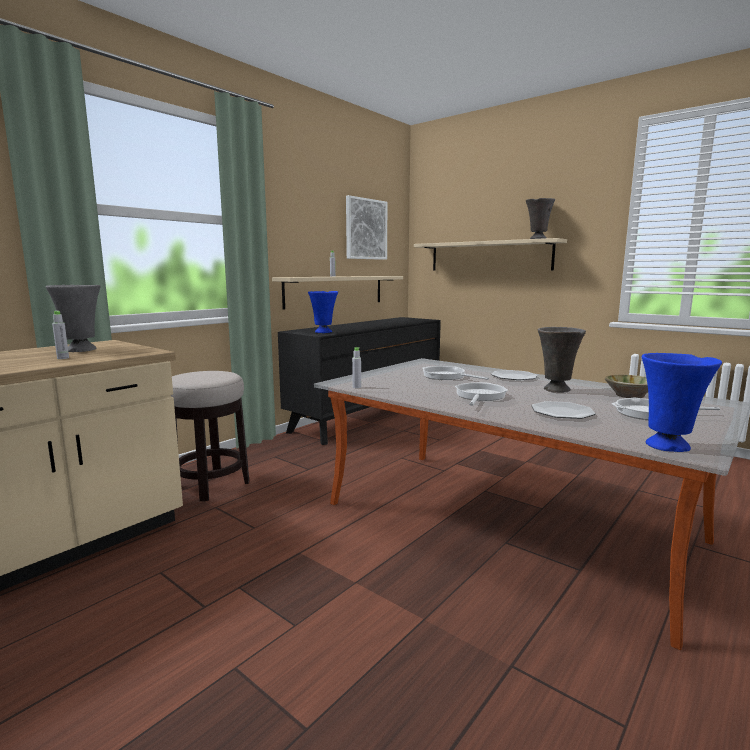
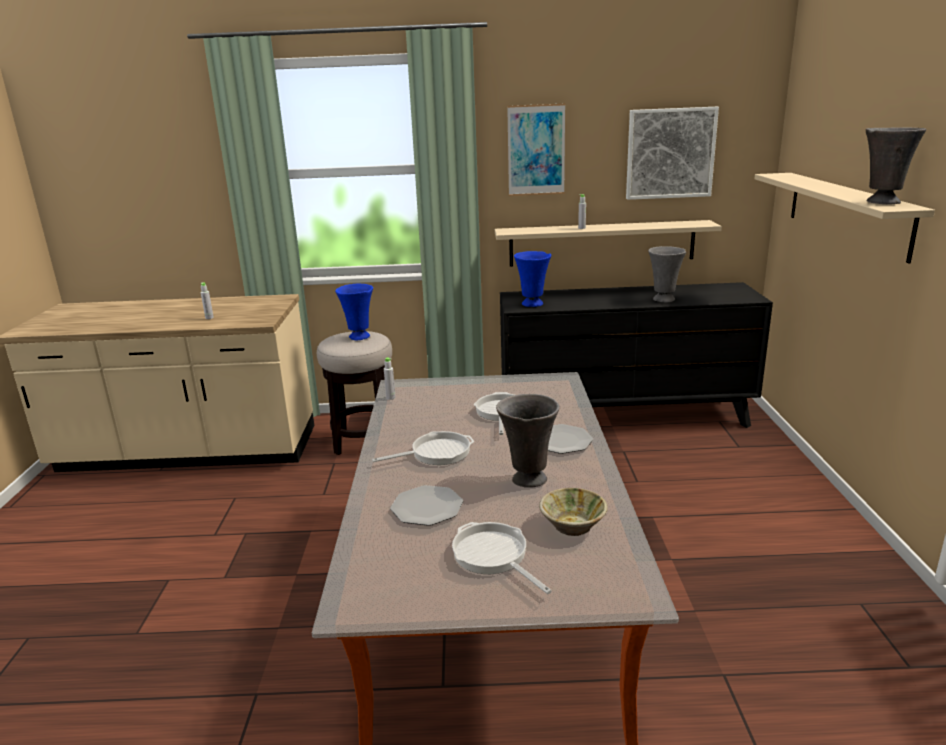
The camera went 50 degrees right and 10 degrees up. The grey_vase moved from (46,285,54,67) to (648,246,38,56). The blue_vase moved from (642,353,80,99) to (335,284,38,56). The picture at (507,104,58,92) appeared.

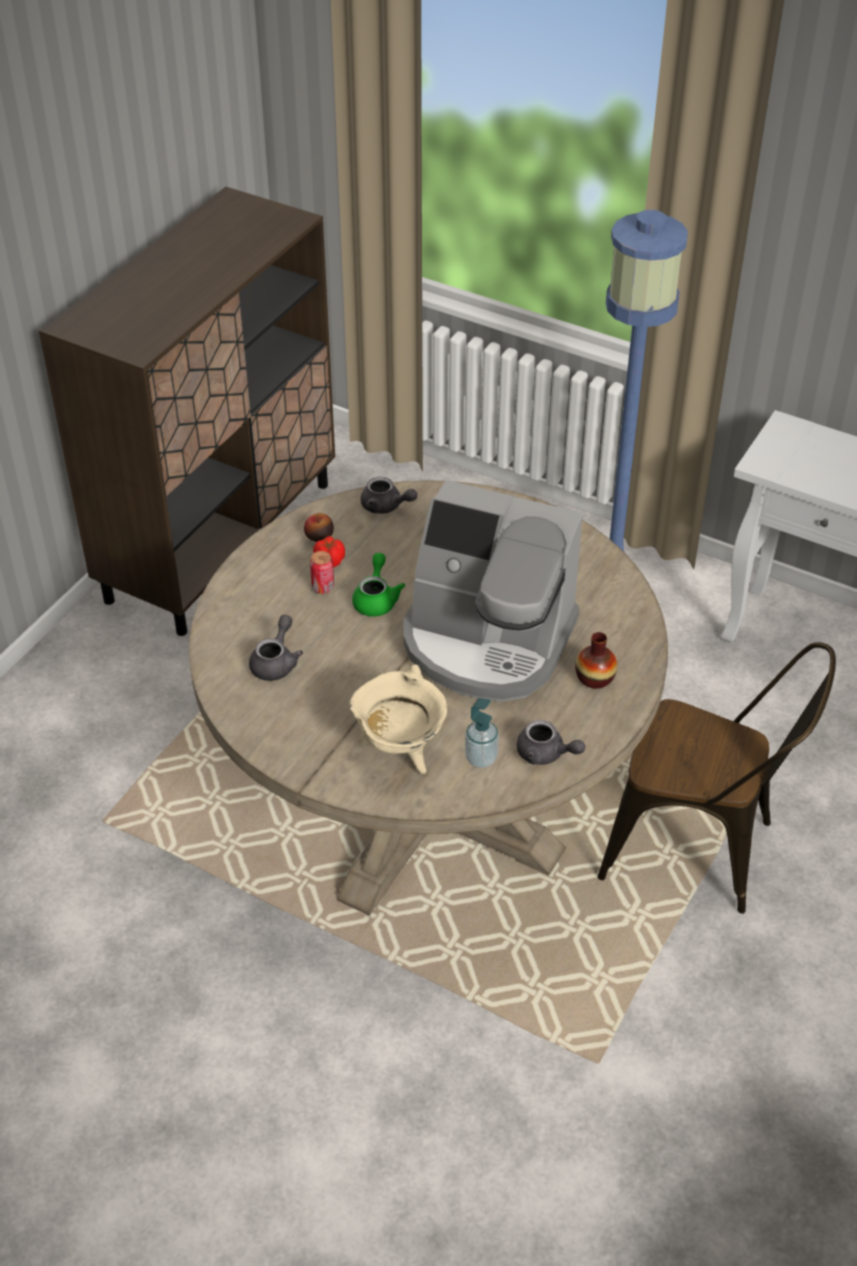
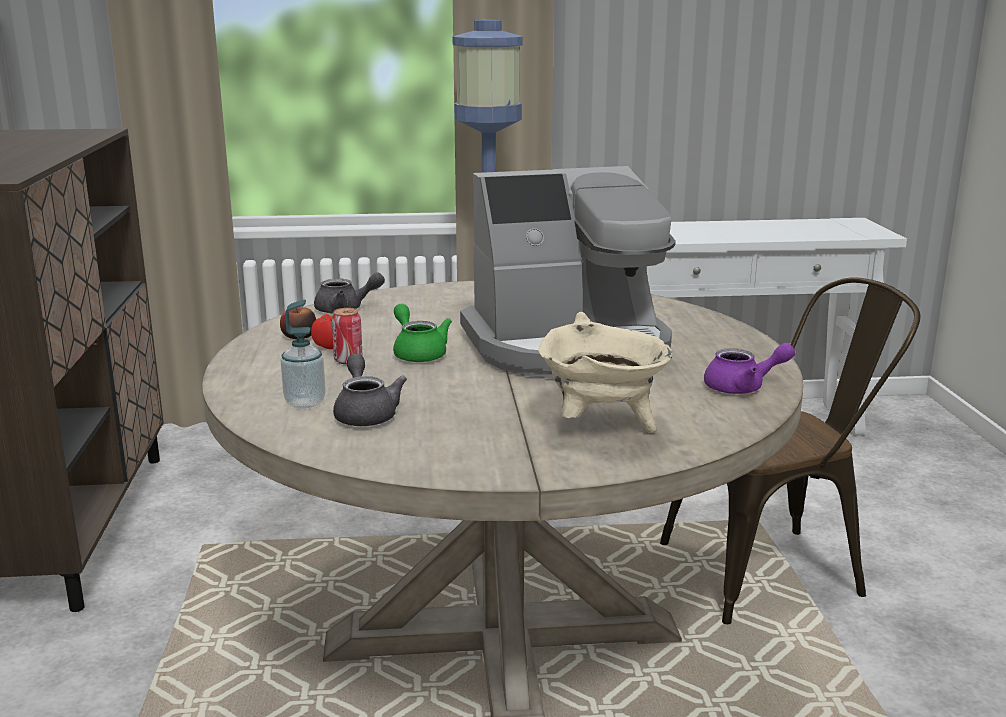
The camera went 35 degrees left and 25 degrees down. The soap_dispenser moved from (465,698,34,70) to (280,299,46,109). The grey_teapot at (517,720,68,45) became the purple_teapot at (704,343,91,51). The vase at (575,632,42,57) disappeared.

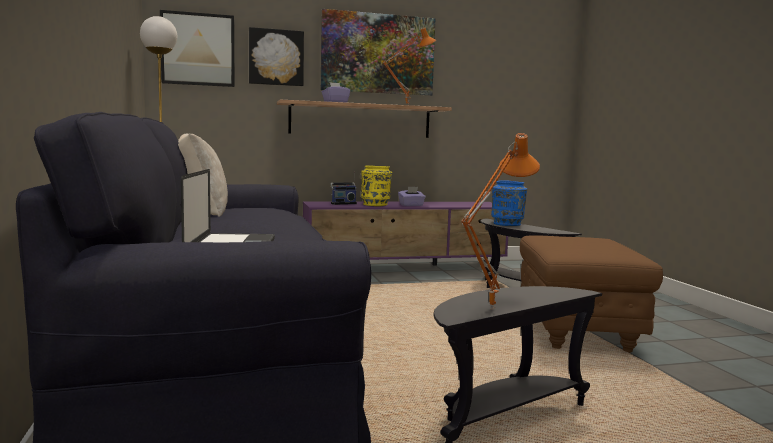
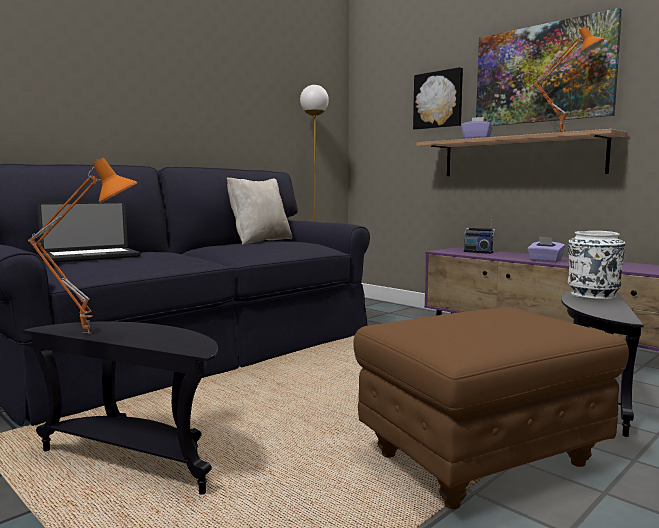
The camera went 60 degrees right and 0 degrees up. The picture at (160,10,75,77) disappeared. The yellow_vase at (361,165,31,41) disappeared. The blue_vase at (491,180,36,46) became the white_vase at (568,231,57,69).

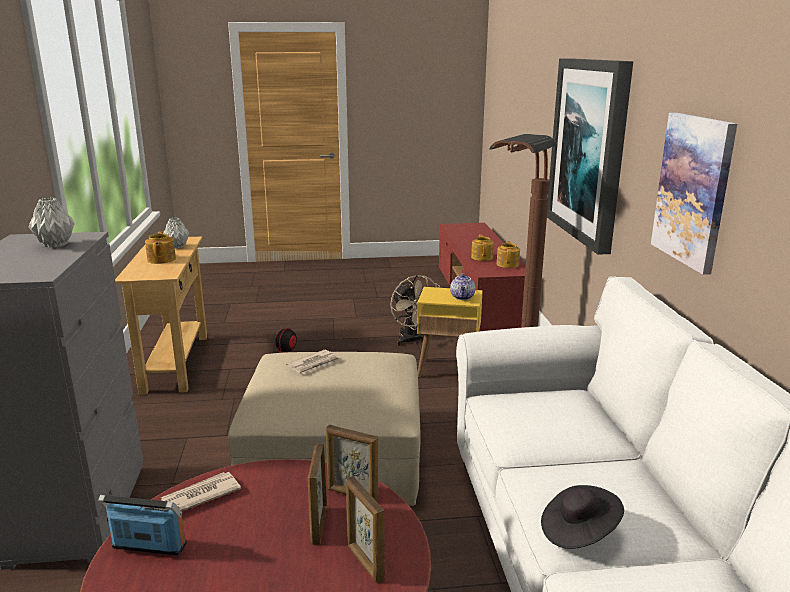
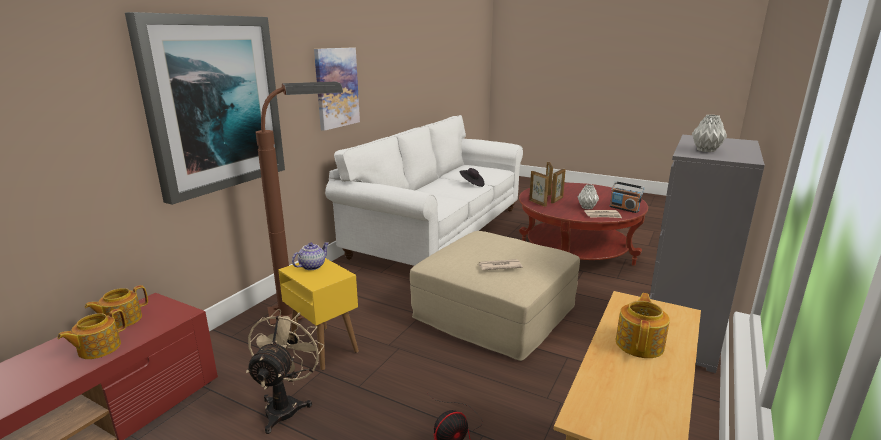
The camera went 145 degrees left and 0 degrees up. The grey_vase moved from (163,218,26,30) to (578,184,21,26).

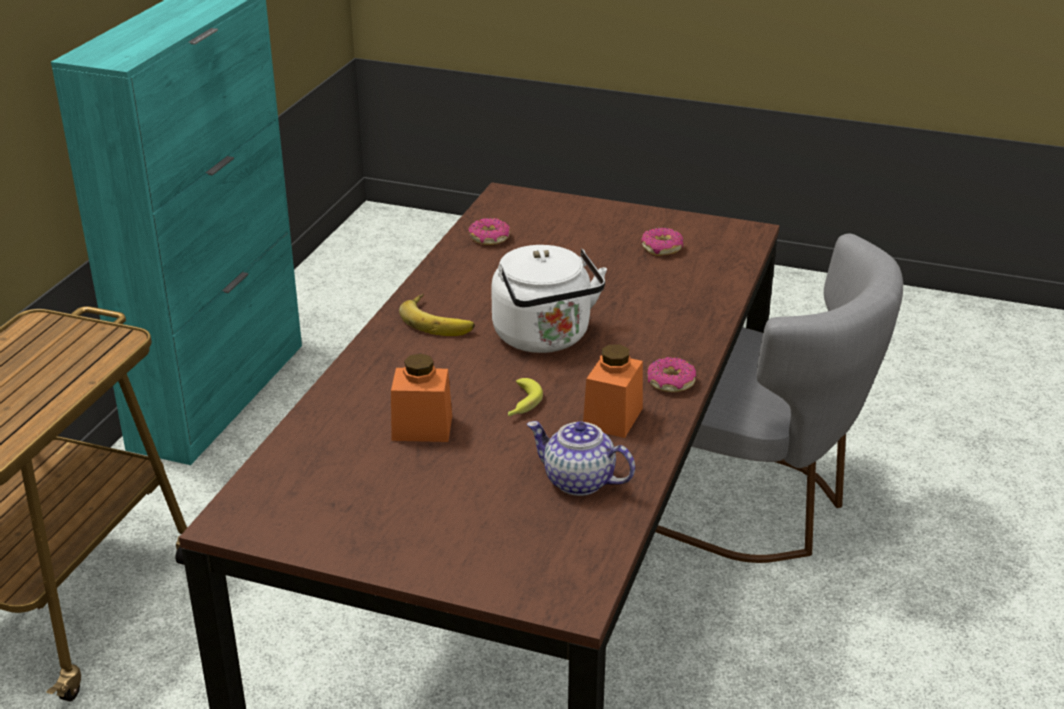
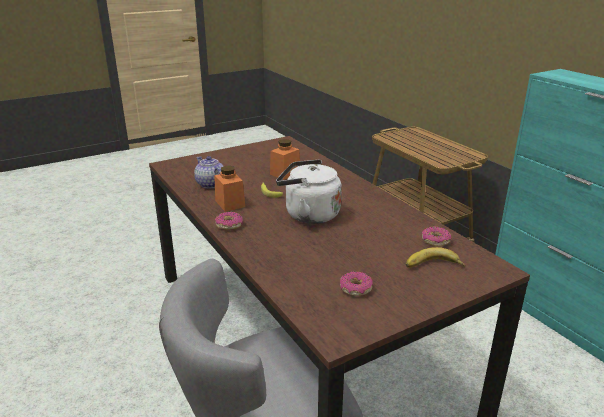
The camera went 130 degrees right and 5 degrees down. The banana moved from (399,294,76,42) to (406,247,59,21). The teapot at (527,421,108,75) turned 105 degrees counterclockwise.

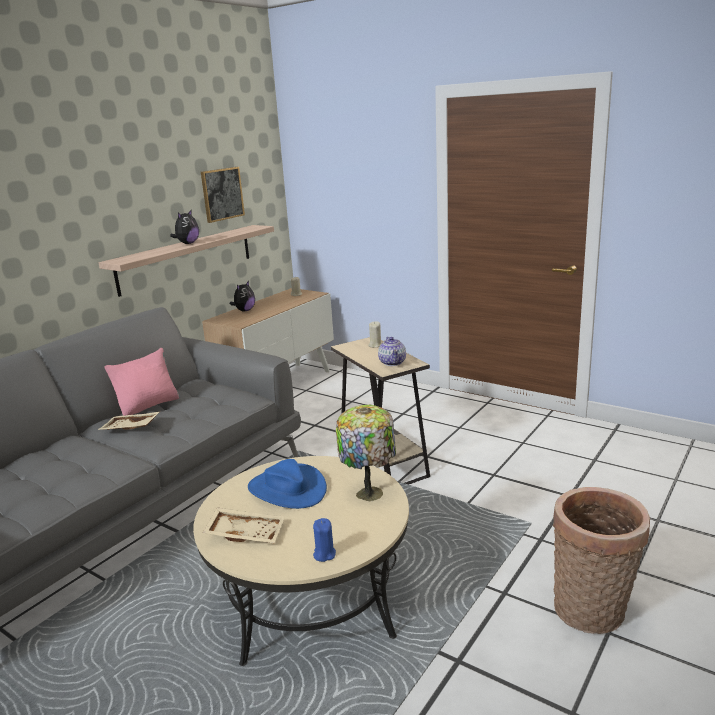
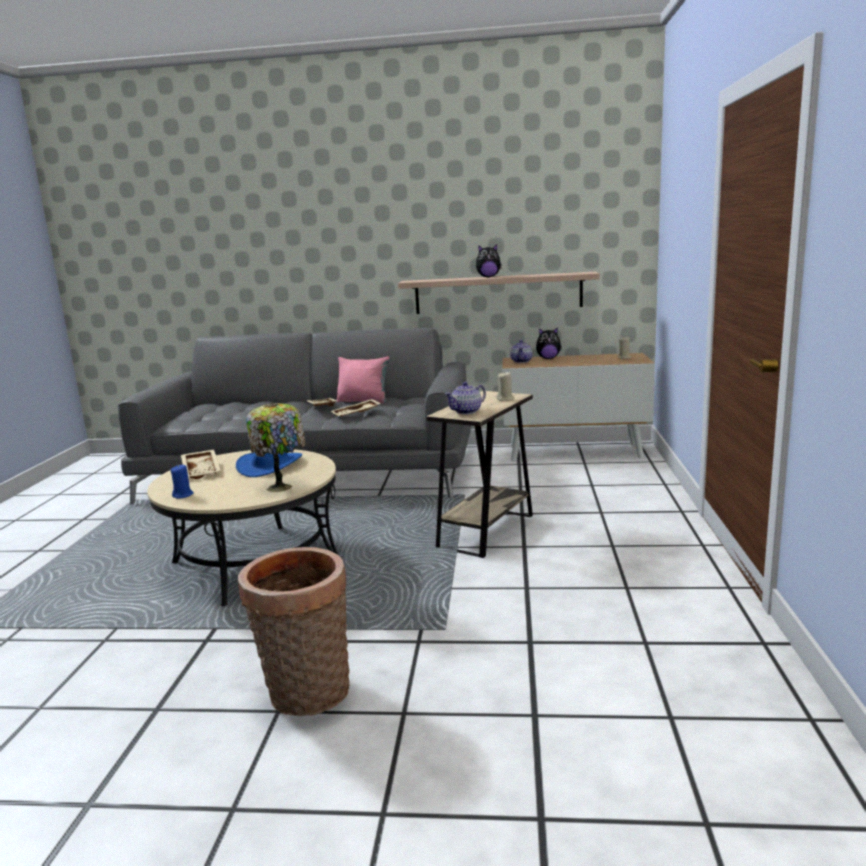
The camera went 60 degrees right and 5 degrees down. The picture at (201,167,44,56) disappeared. The beige_tray at (331,399,50,18) appeared. The teapot at (510,340,22,23) appeared.

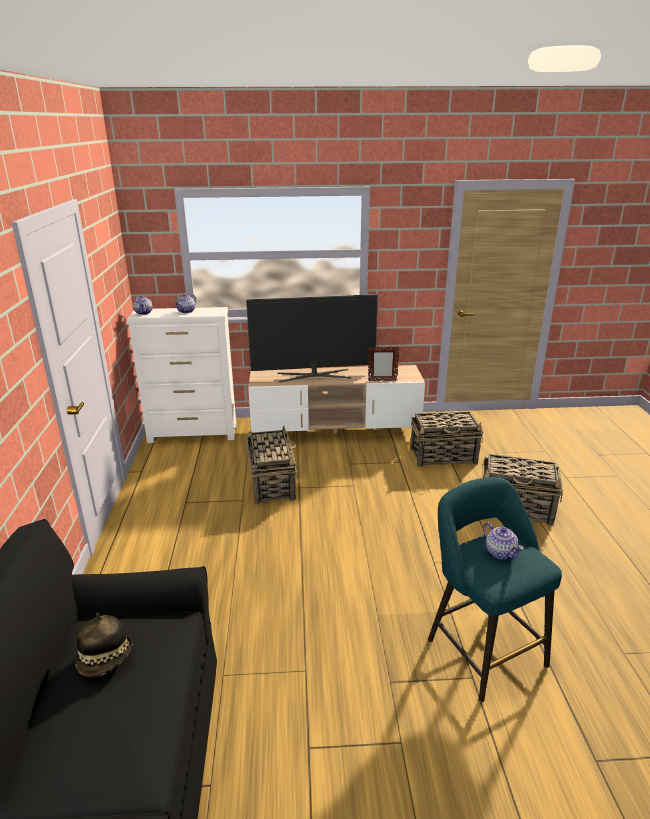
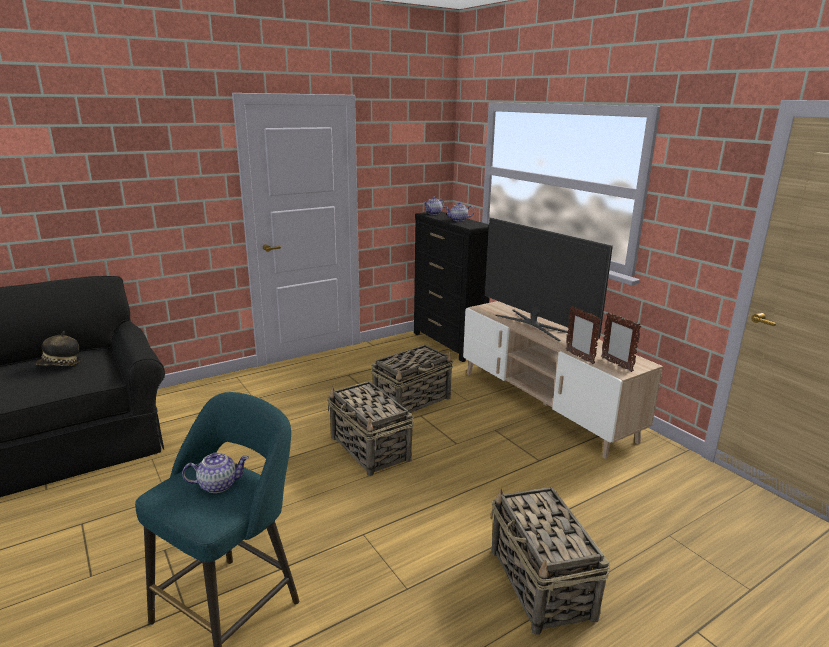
The camera went 60 degrees right and 5 degrees down. The white_dresser at (127,307,110,136) became the black_dresser at (414,211,75,151). The basket moved from (410,412,73,55) to (327,381,87,95). The teapot at (483,522,41,37) turned 135 degrees counterclockwise. The picture_frame at (601,312,40,60) appeared.

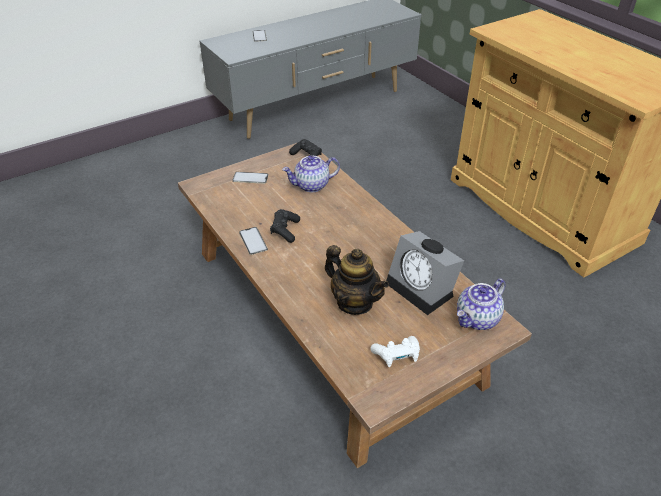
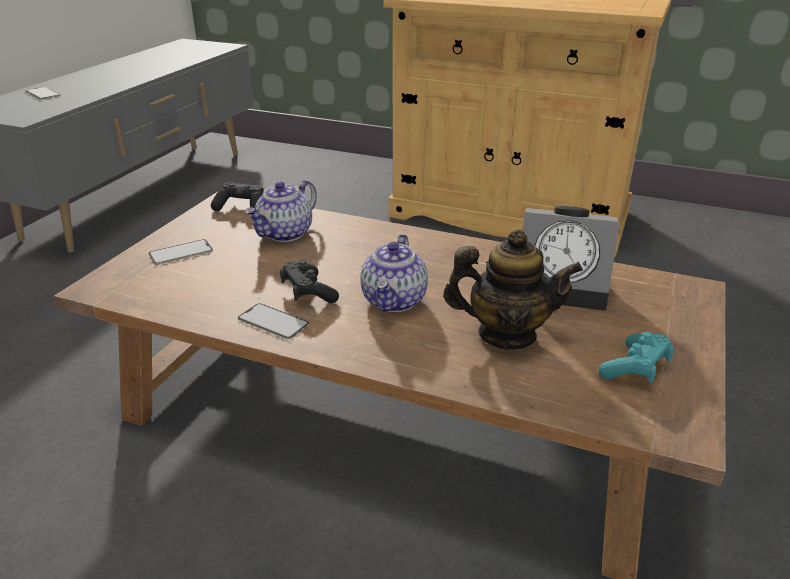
The camera went 35 degrees left and 10 degrees down. The white_game_controller at (371,336,49,31) became the turquoise_game_controller at (598,332,76,51). The teapot moved from (457,279,48,51) to (360,234,68,78).

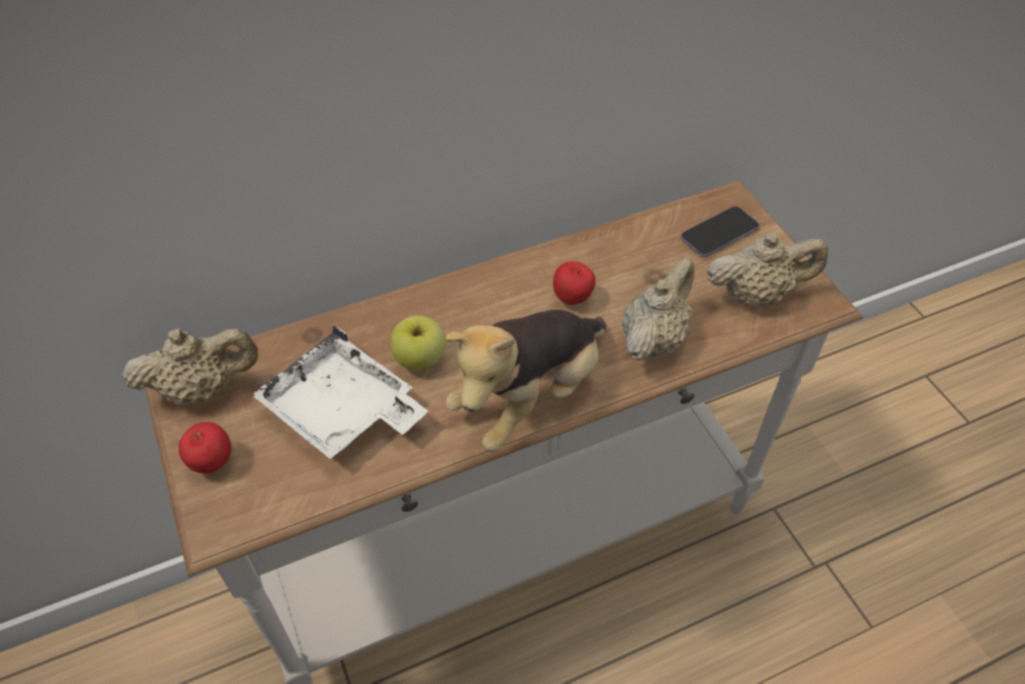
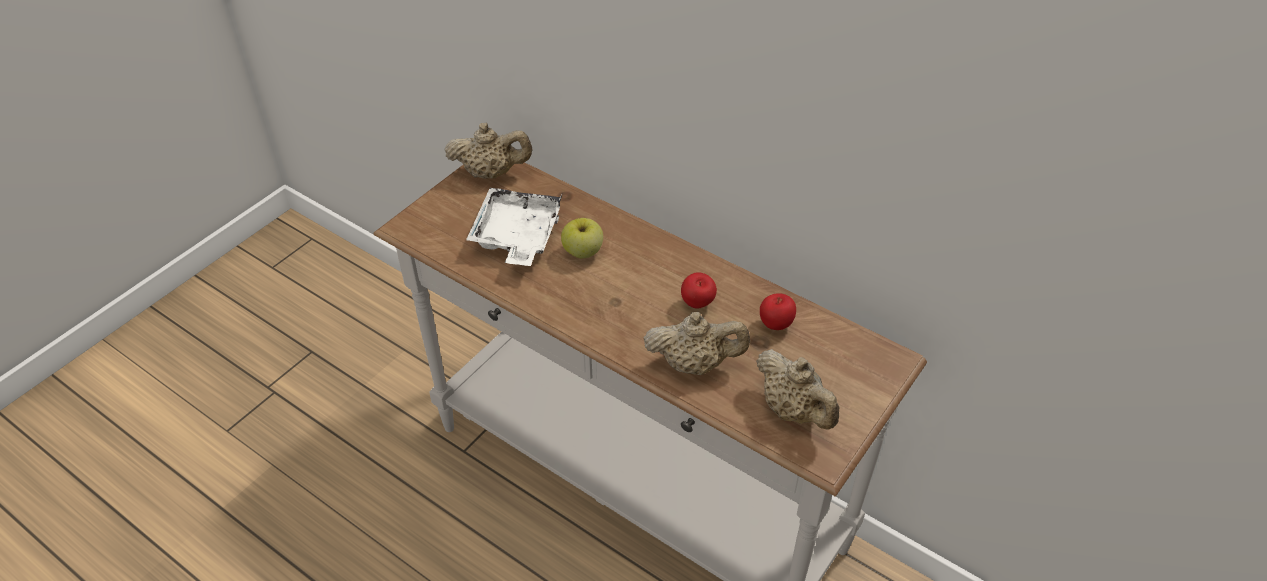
The camera went 60 degrees right and 5 degrees down. The beige_teapot at (122,328,136,77) turned 45 degrees counterclockwise. The apple moved from (178,422,53,51) to (760,294,36,36). The plush_toy at (446,310,160,142) disappeared. The phone at (681,206,78,51) disappeared.

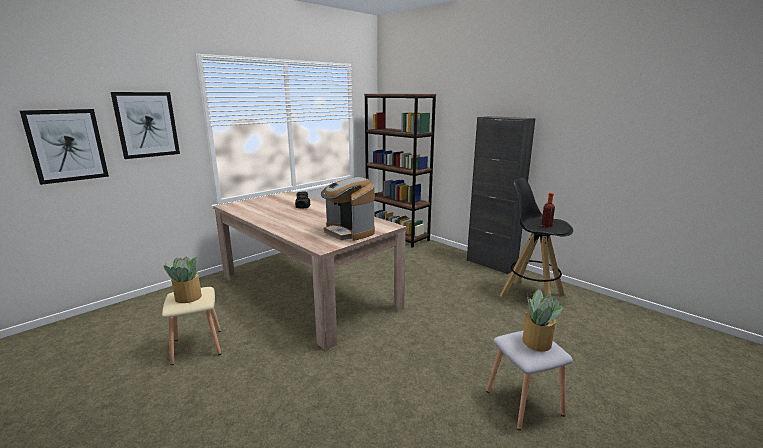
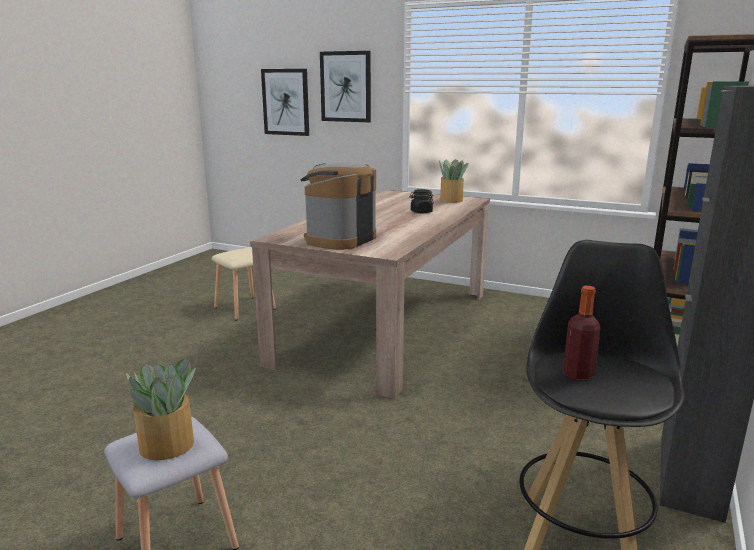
The camera went 70 degrees right and 0 degrees up. The potted_plant moved from (164,256,38,47) to (439,159,30,44).

